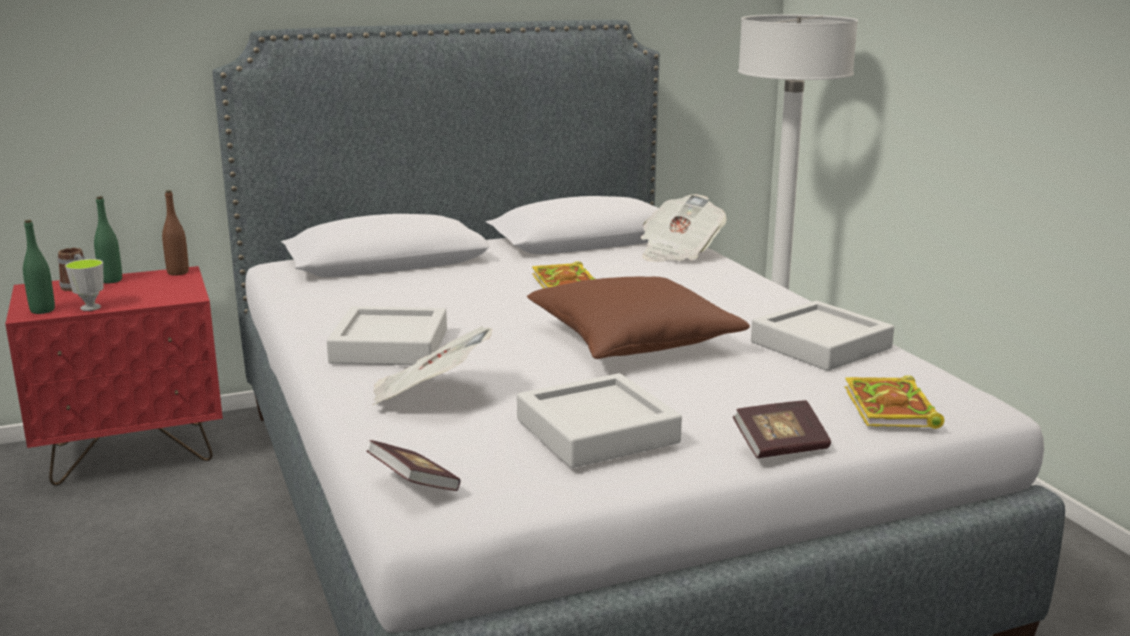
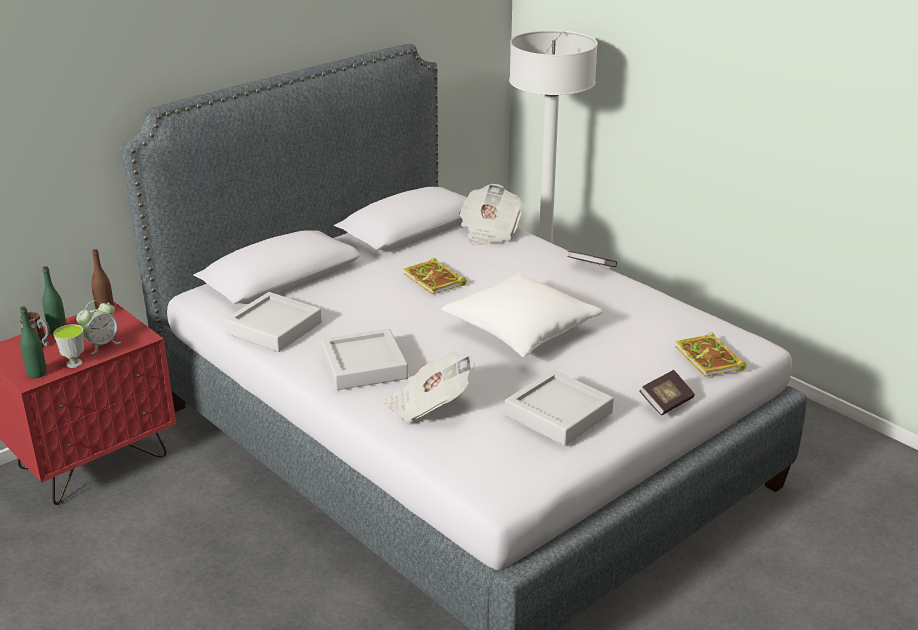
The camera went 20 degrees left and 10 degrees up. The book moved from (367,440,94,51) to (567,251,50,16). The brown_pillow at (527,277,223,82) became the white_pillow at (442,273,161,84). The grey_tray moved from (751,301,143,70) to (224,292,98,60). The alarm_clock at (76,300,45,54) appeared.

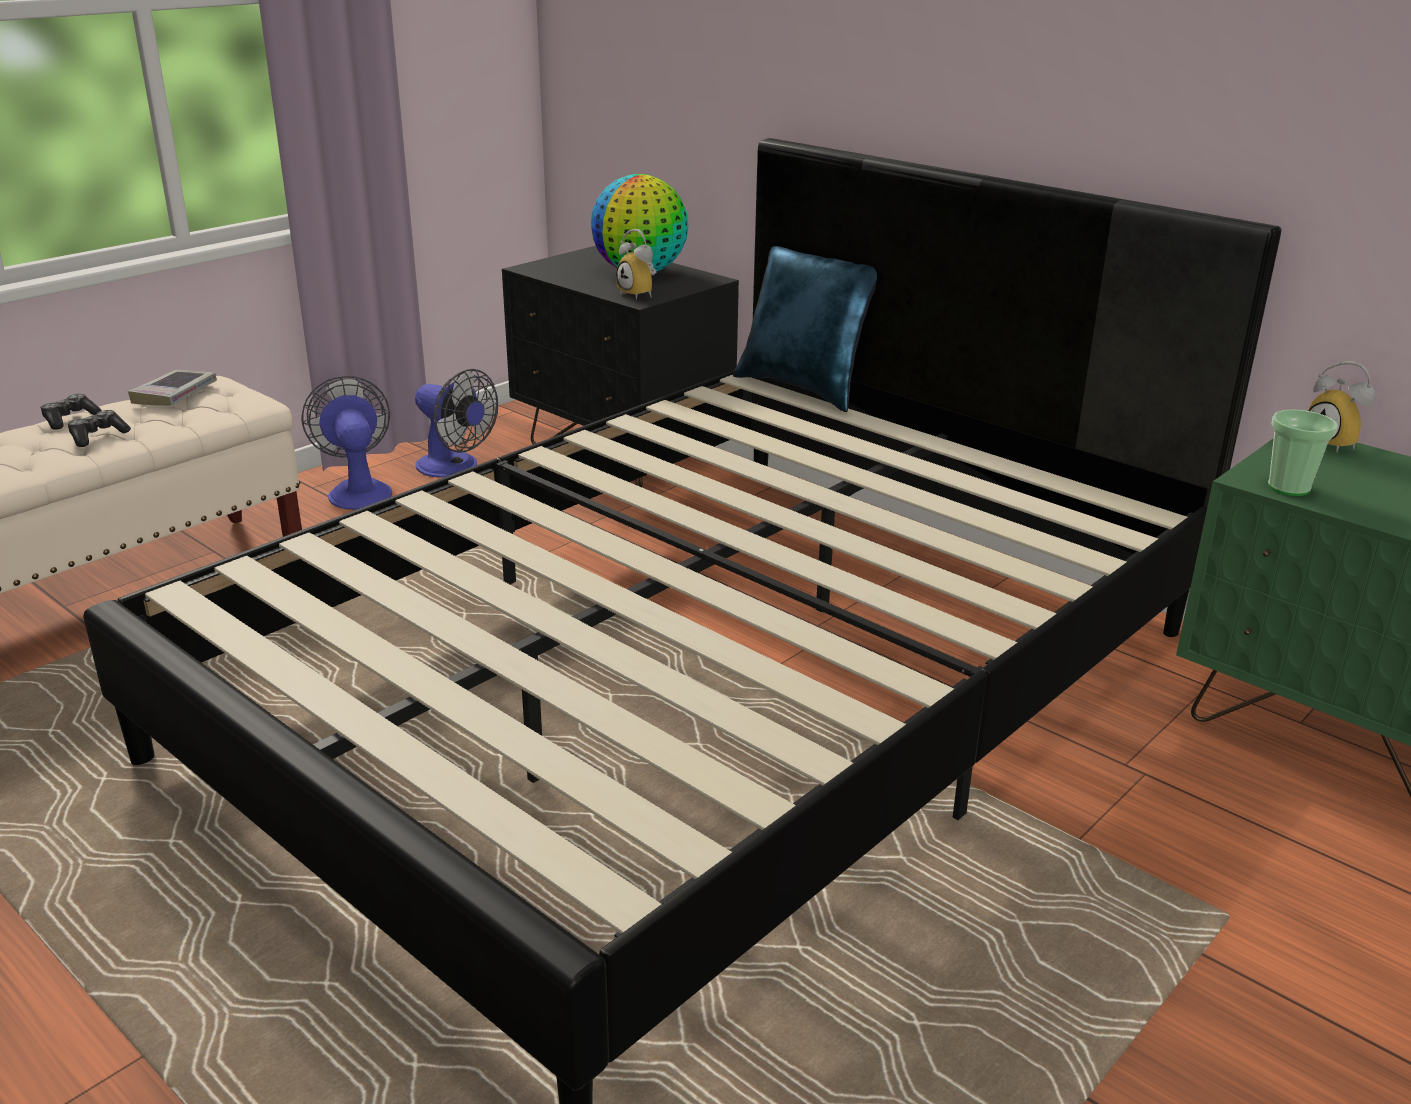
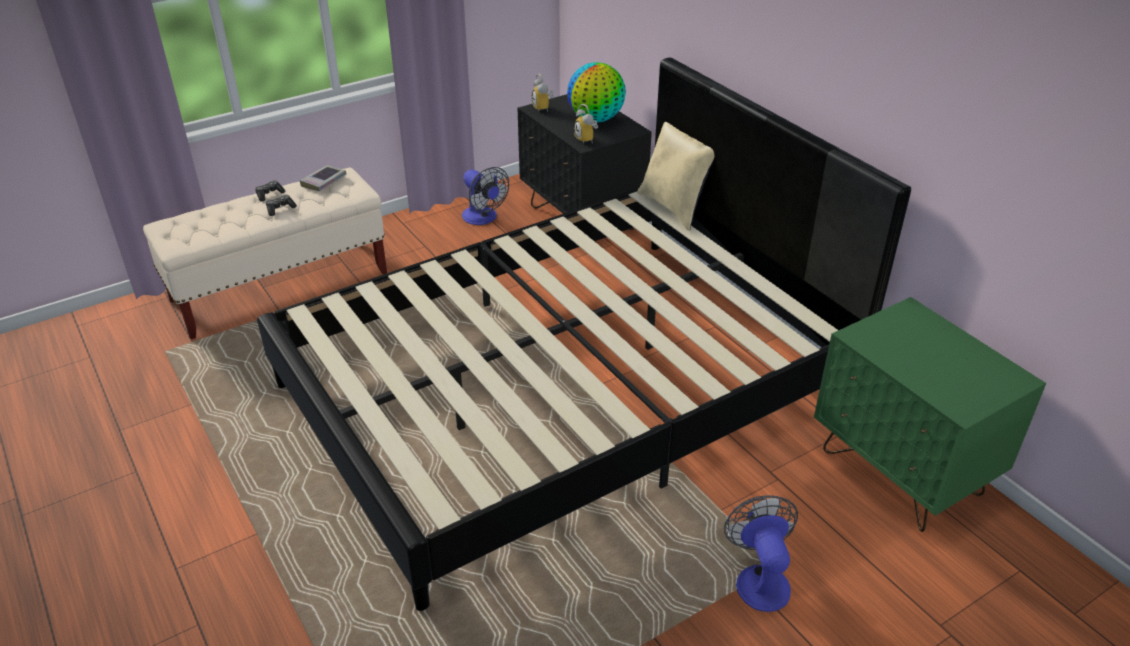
The camera went 15 degrees right and 10 degrees up. The fan moved from (301,376,91,134) to (724,495,74,117). The blue_pillow at (733,246,144,166) became the beige_pillow at (637,122,77,109). The cup at (1268,409,70,87) disappeared. The alarm_clock moved from (1308,361,67,92) to (532,74,23,38).

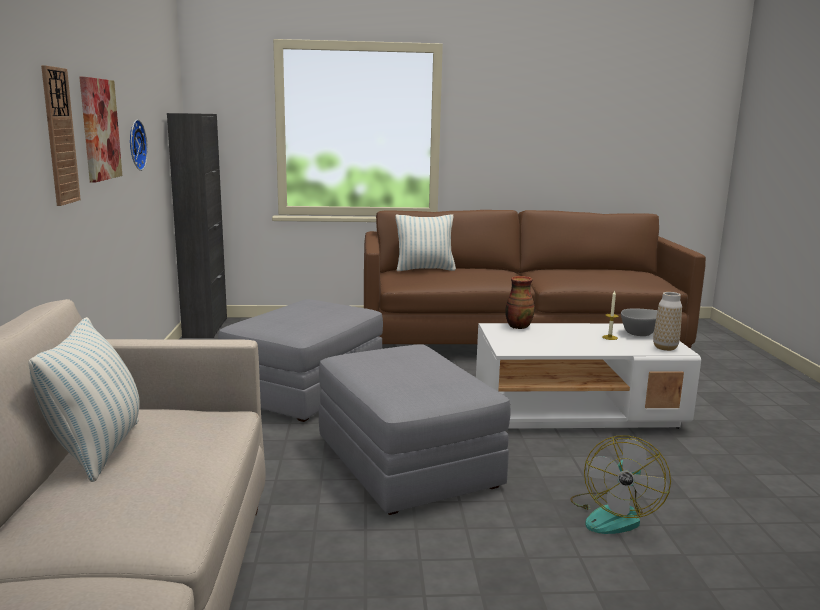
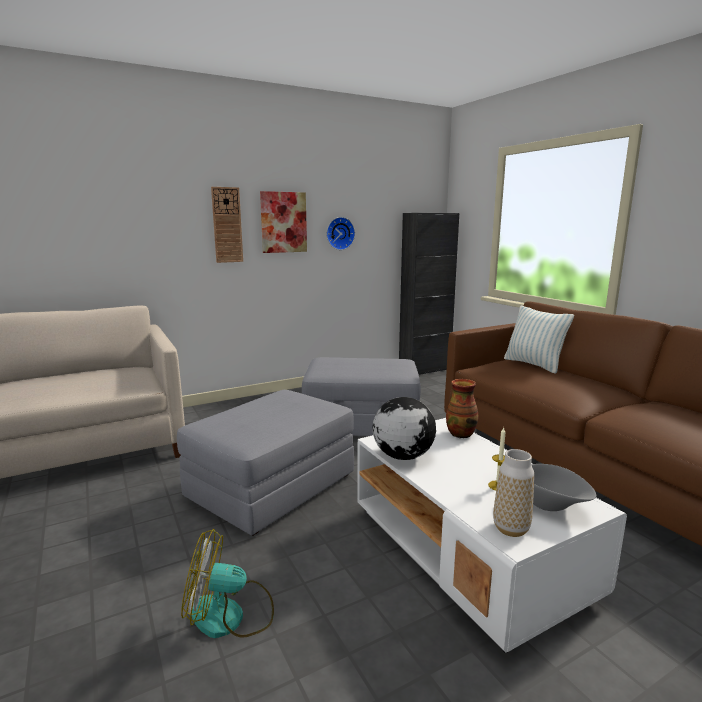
The camera went 65 degrees right and 0 degrees up. The pillow at (29,317,111,165) disappeared. The globe at (372,397,64,63) appeared.

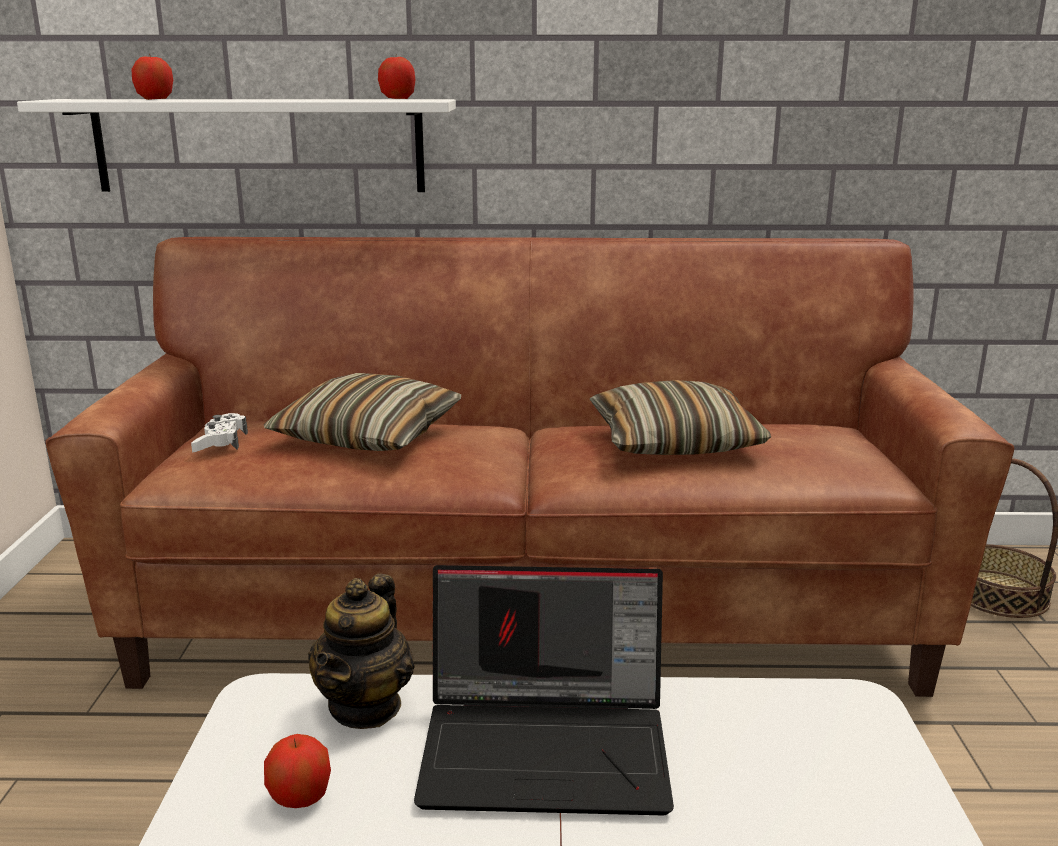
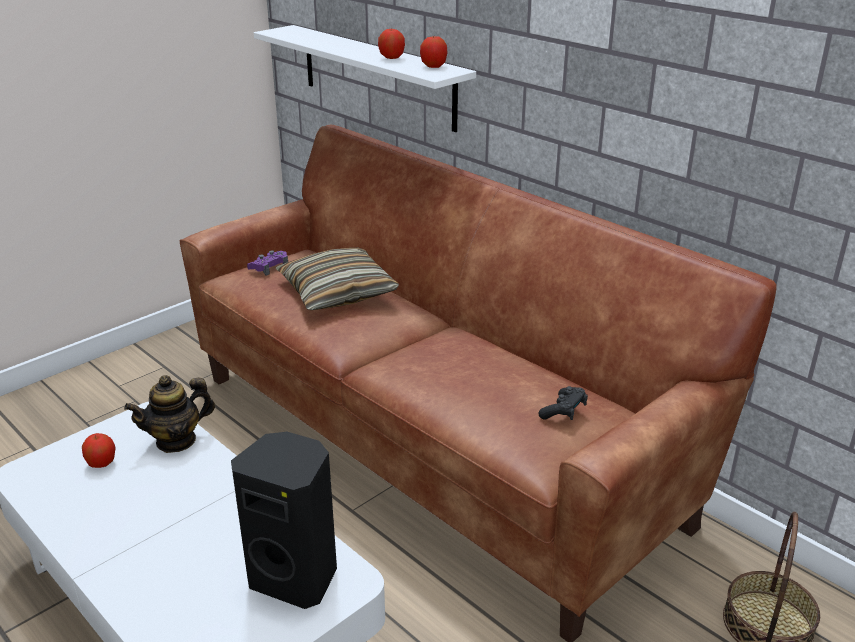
The camera went 45 degrees right and 10 degrees up. The apple moved from (132,53,41,47) to (378,28,27,31). The white_game_controller at (191,413,57,40) became the purple_game_controller at (247,250,41,26). The laptop at (414,565,260,250) disappeared. The pillow at (590,380,181,75) disappeared. The black_speaker at (231,432,106,177) appeared. The black_game_controller at (539,386,49,34) appeared.

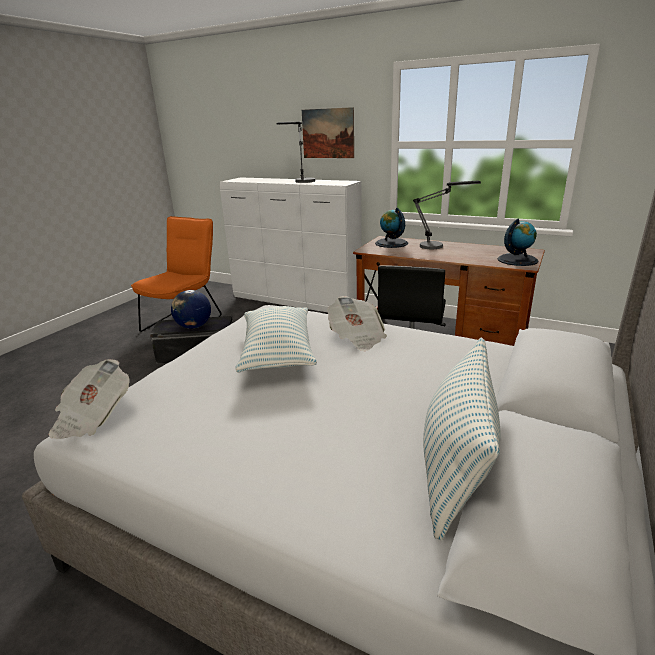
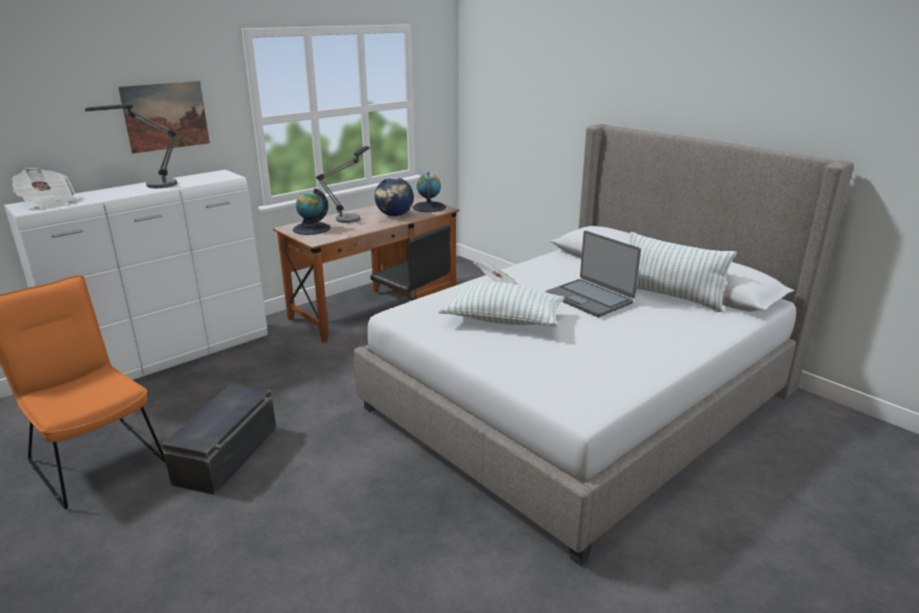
The camera went 70 degrees left and 0 degrees up. The newspaper moved from (48,359,81,80) to (12,168,64,42). The globe moved from (171,290,40,39) to (375,177,39,39). The laptop at (546,231,95,86) appeared.

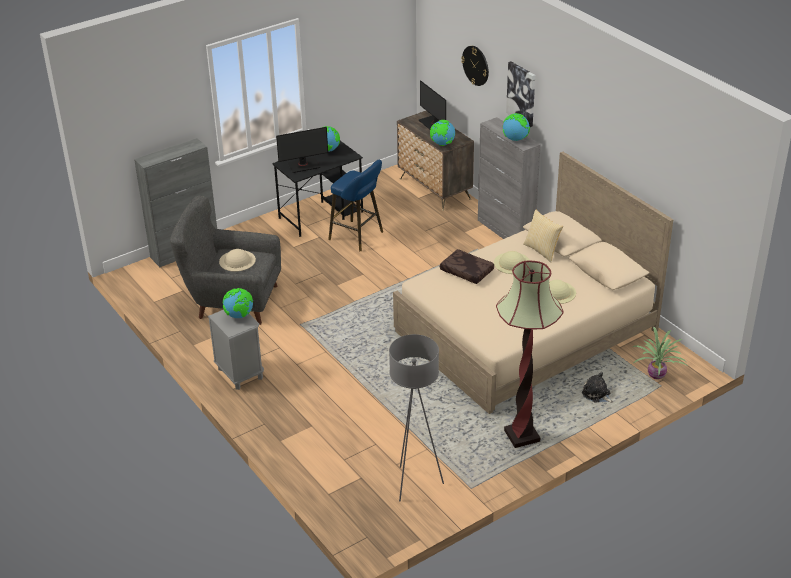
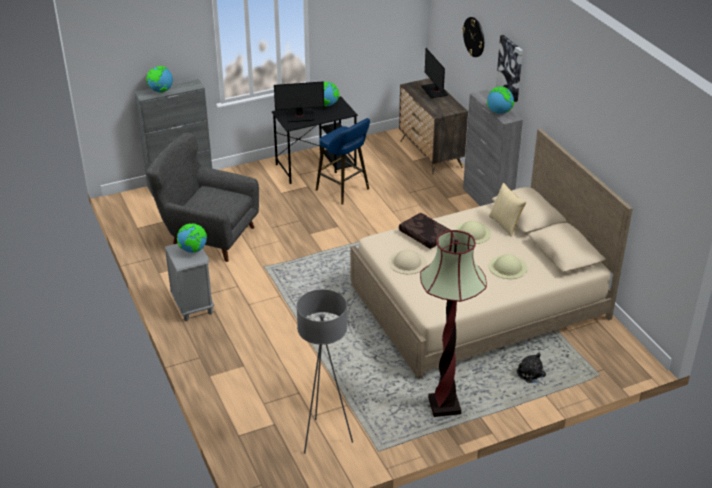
The camera went 10 degrees right and 0 degrees up. The beige_hat moved from (219,249,37,23) to (388,250,39,24). The globe moved from (430,120,25,26) to (147,66,26,27). The potted_plant at (632,327,55,52) disappeared.

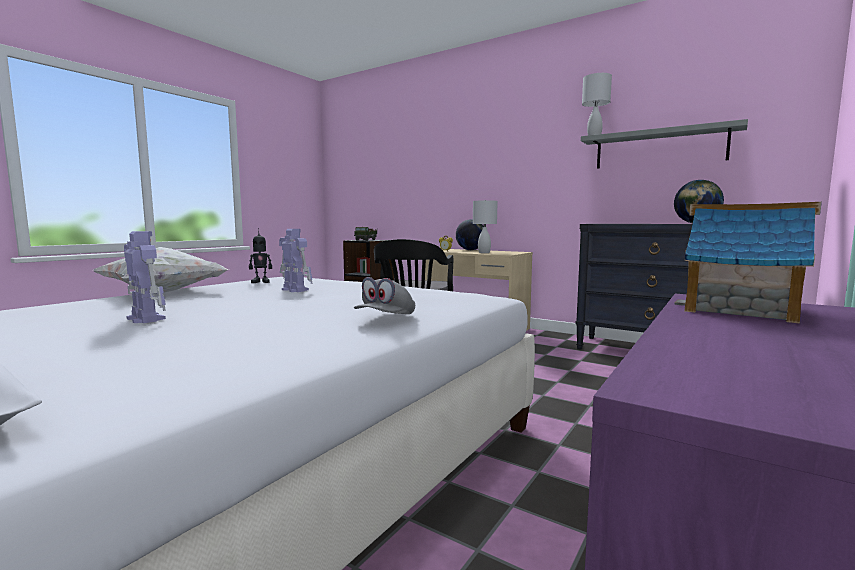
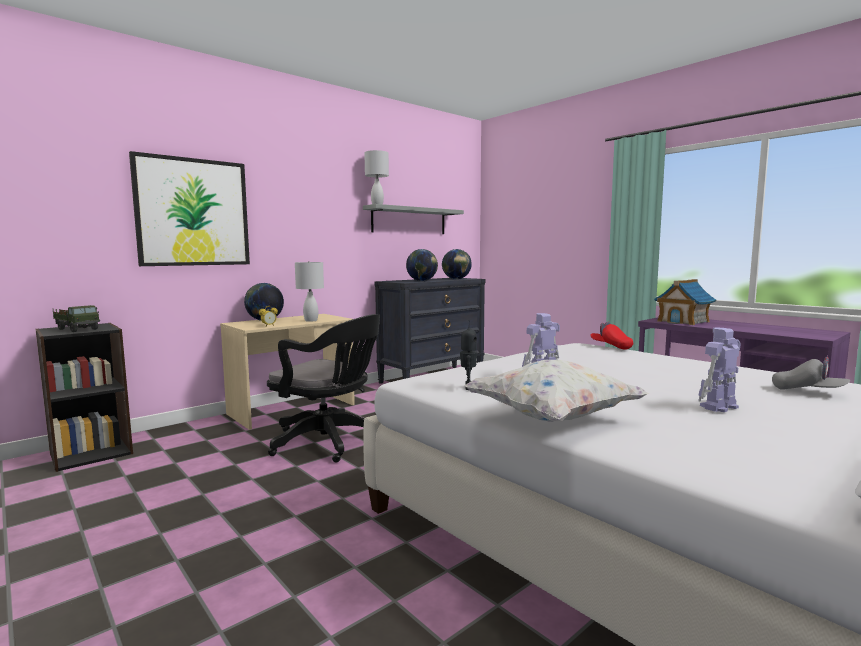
The camera went 75 degrees left and 0 degrees up. The grey_cap moved from (354,277,61,37) to (772,357,78,33). The picture at (129,151,121,115) appeared. The globe at (406,249,32,32) appeared. The red_cap at (590,322,43,27) appeared.

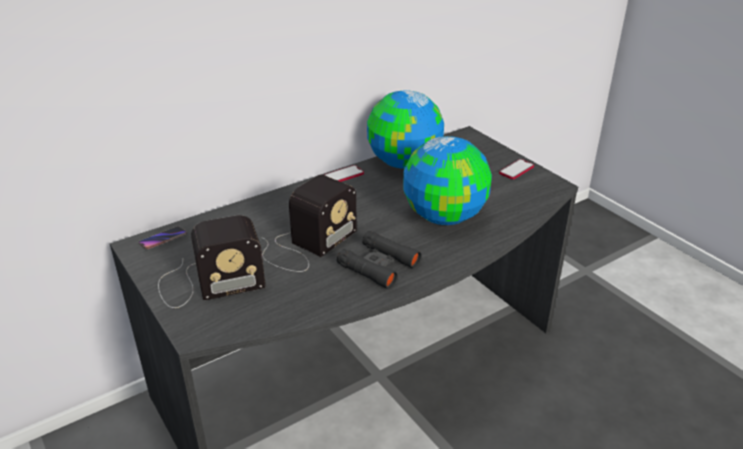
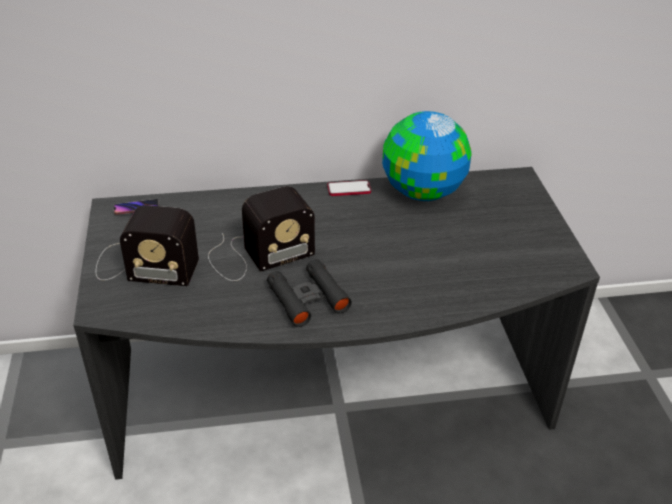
The camera went 25 degrees right and 5 degrees up. The globe at (403,136,89,89) disappeared. The phone at (499,159,35,20) disappeared.

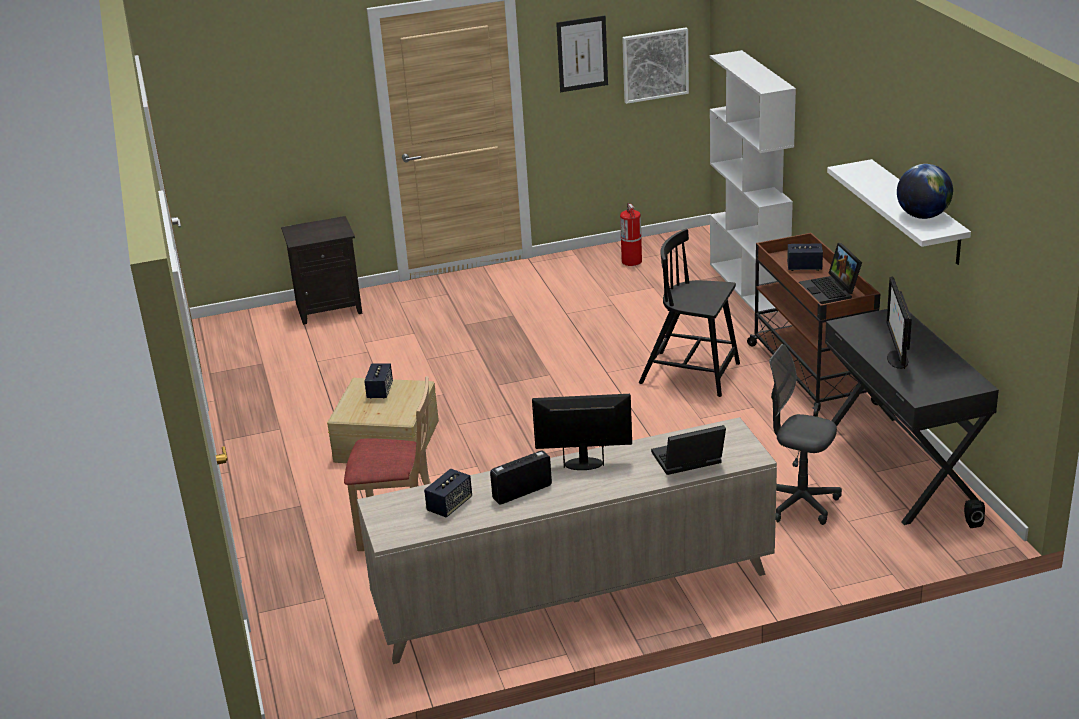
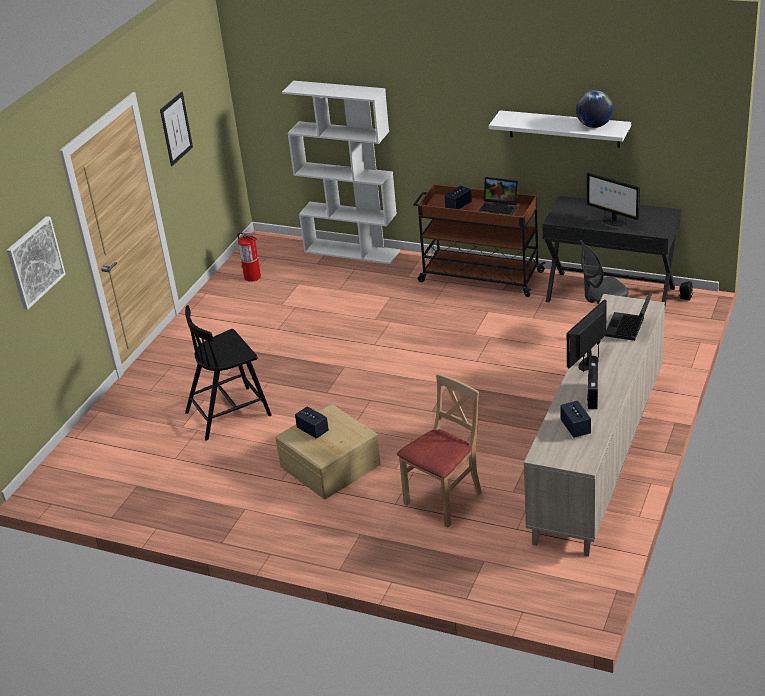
The camera went 50 degrees left and 5 degrees up. The black_nightstand at (281,216,81,109) disappeared. The picture moved from (622,27,67,77) to (7,216,59,94). The black_chair moved from (639,229,101,168) to (185,305,87,136).

